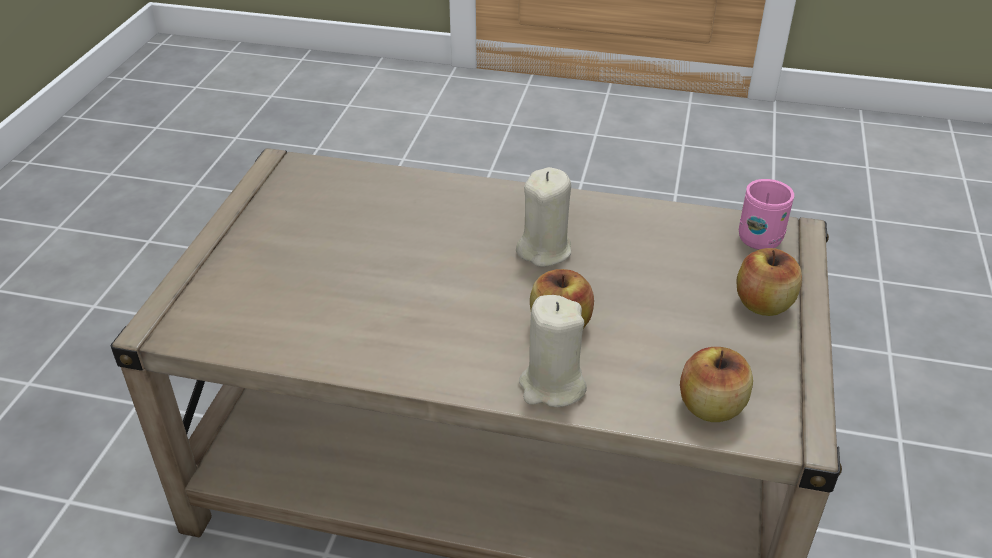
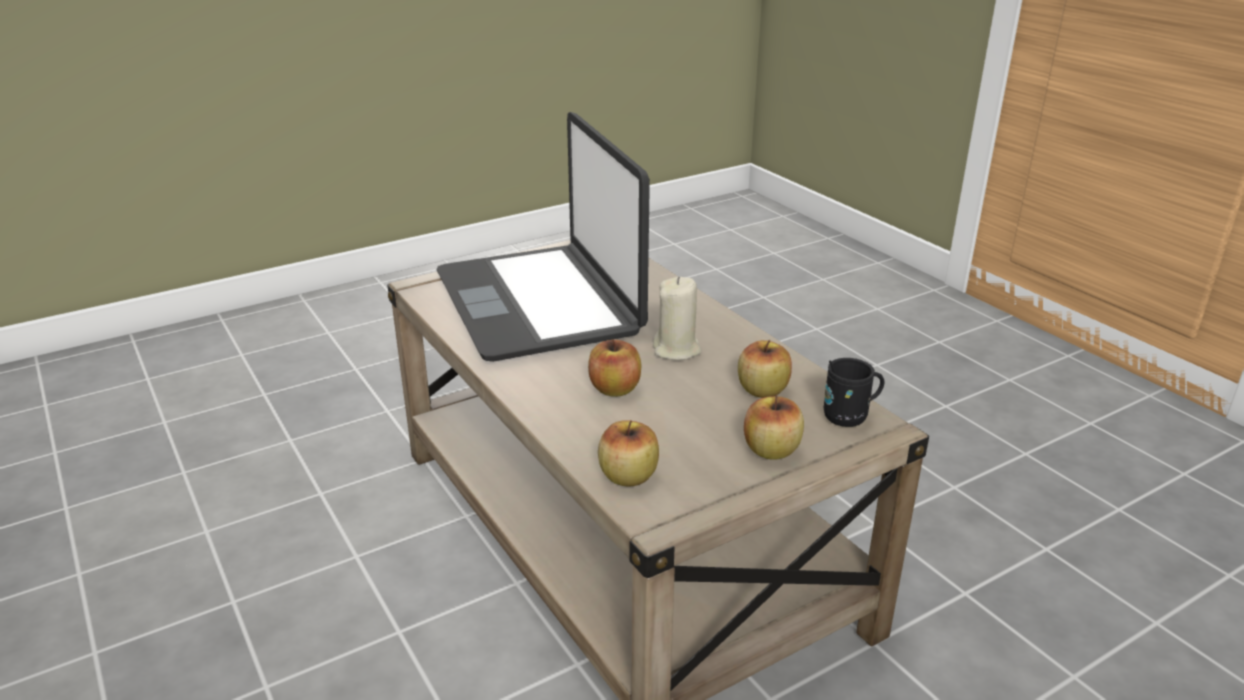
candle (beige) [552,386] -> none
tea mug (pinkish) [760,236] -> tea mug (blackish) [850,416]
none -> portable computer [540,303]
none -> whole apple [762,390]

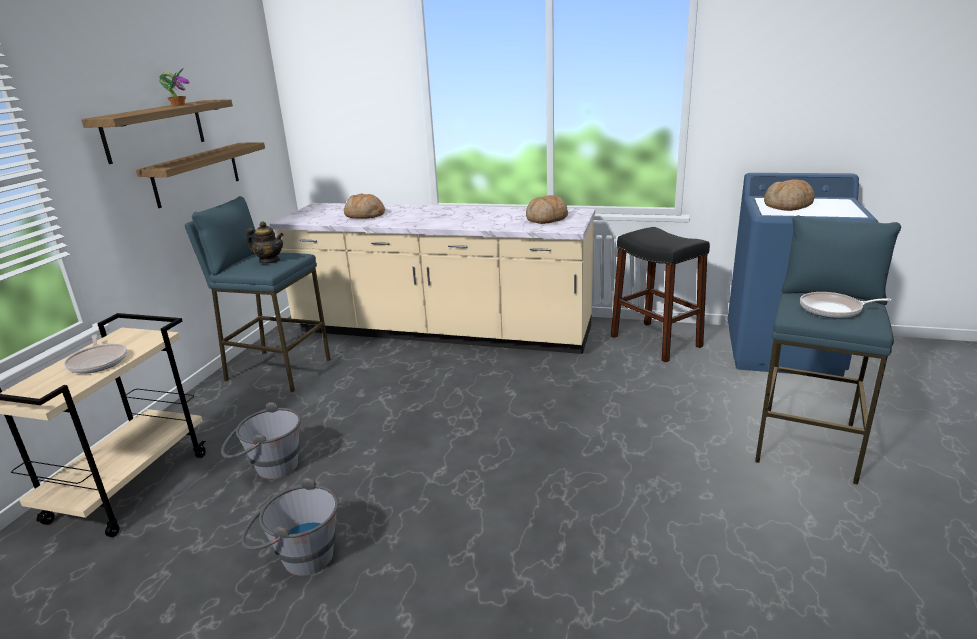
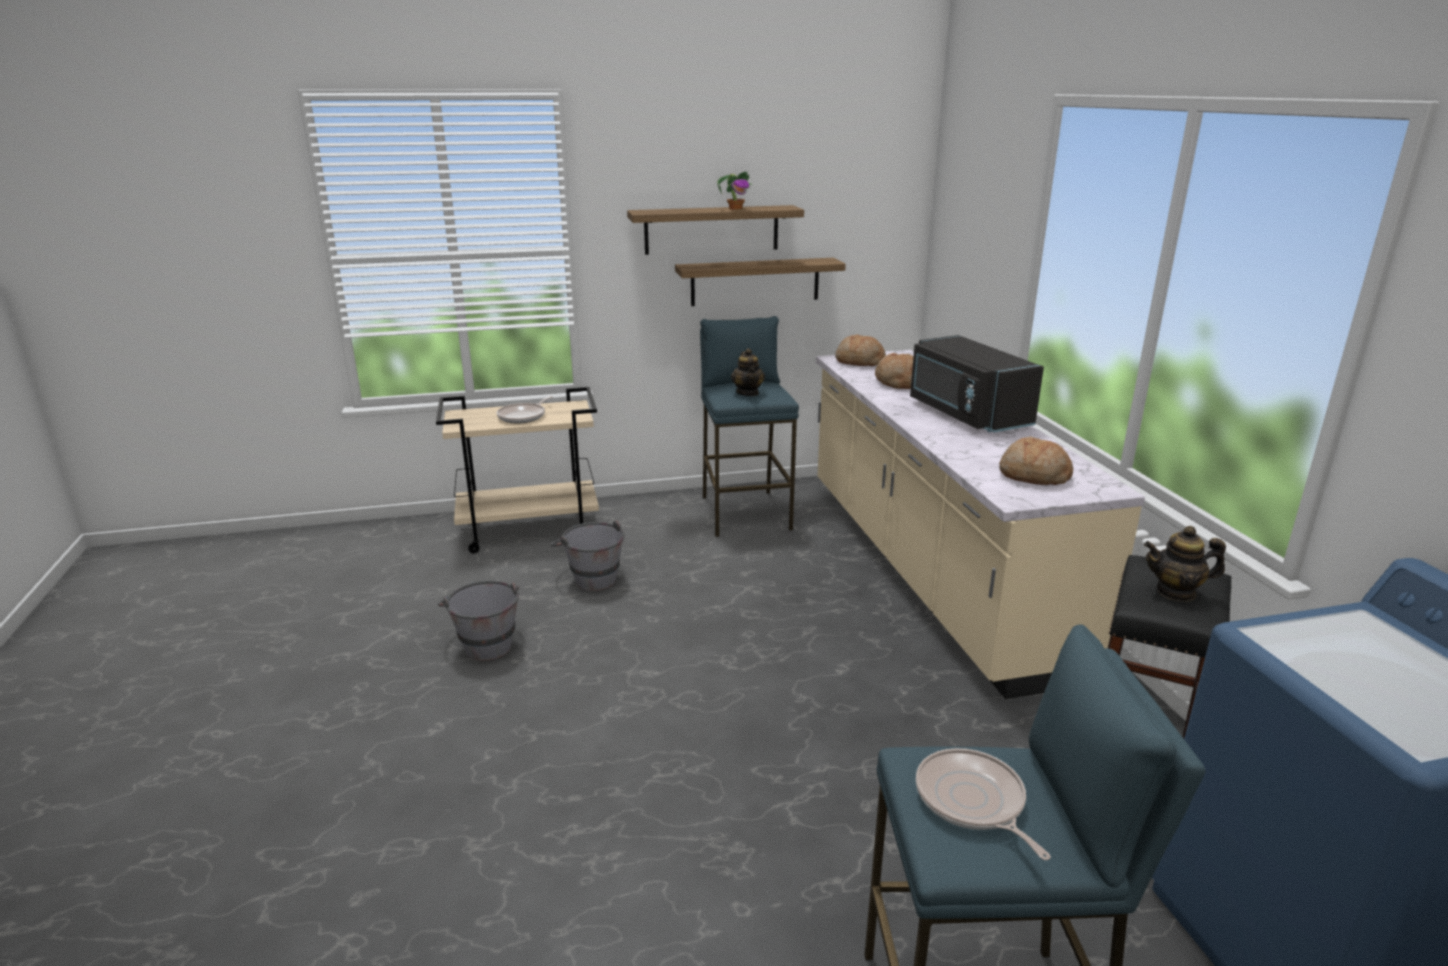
bread [788,206] -> bread [859,362], moved
none -> kitchen microwave (blackish) [965,414]
none -> tea pot [1176,592]

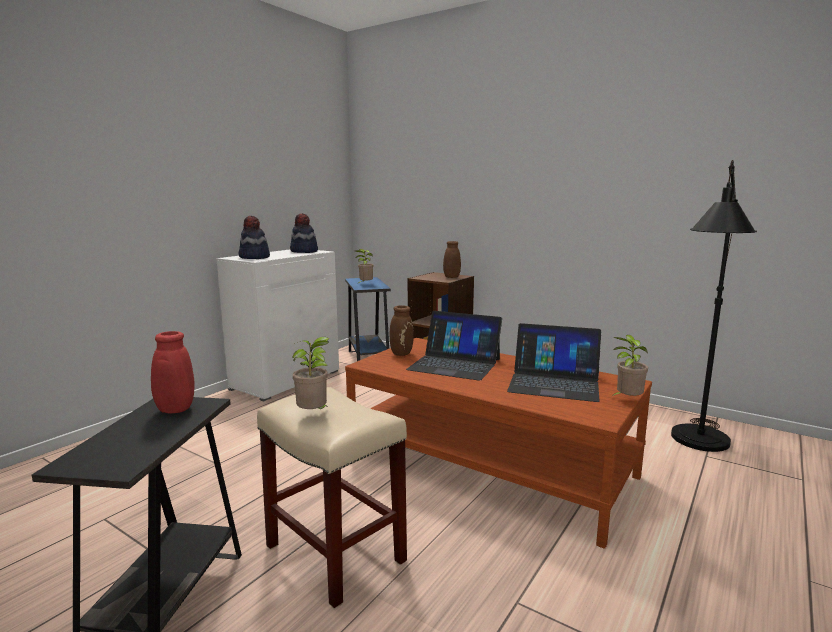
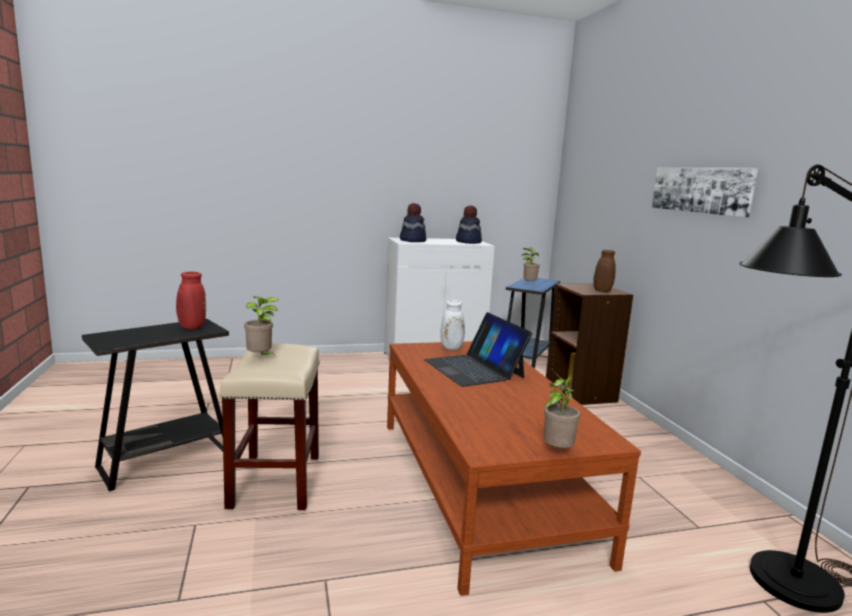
flower vase (brownish) [401,353] -> flower vase (whitish) [452,348]
portable computer [554,383] -> none
none -> wall art [701,190]

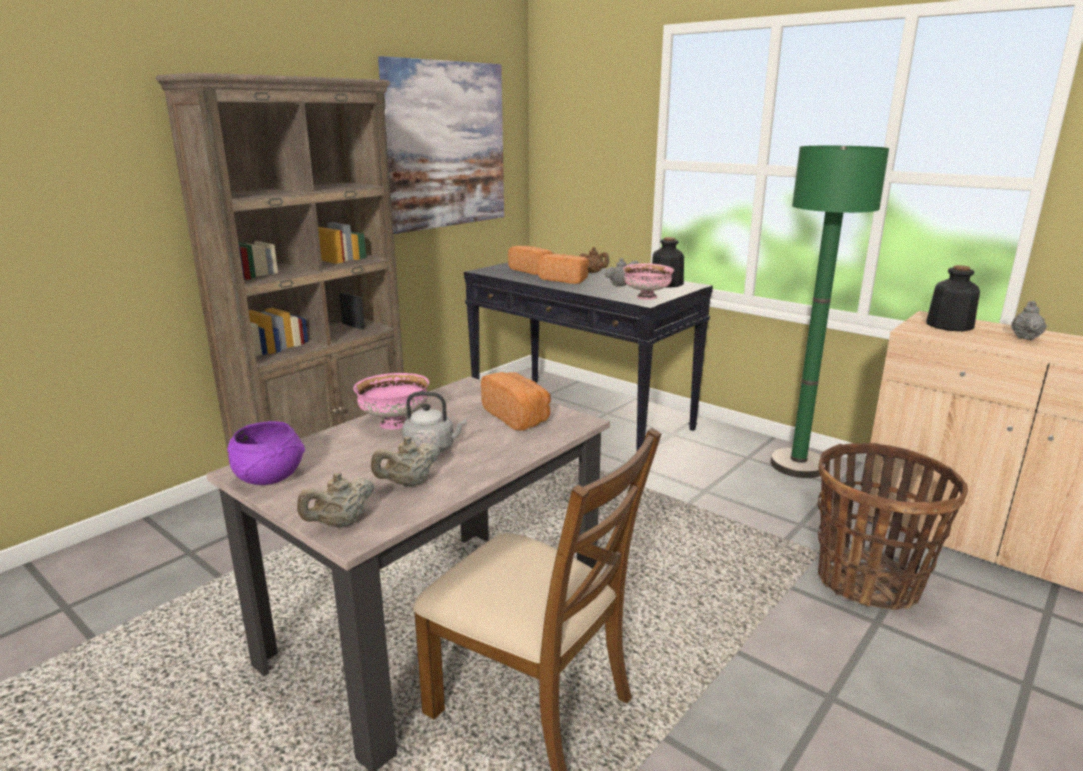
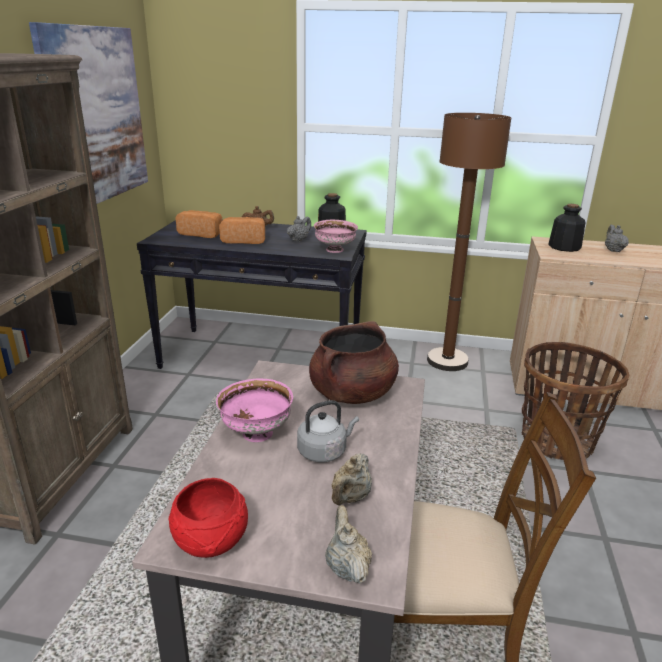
deep dish (purplish) [270,477] -> deep dish (red) [212,539]
tea pot (beige) [340,523] -> tea pot (beige) [347,567], 150 degrees clockwise
bread [517,416] -> saucepot (brownish) [352,394]
standing lamp (greenish) [797,465] -> standing lamp (brownish) [447,361]

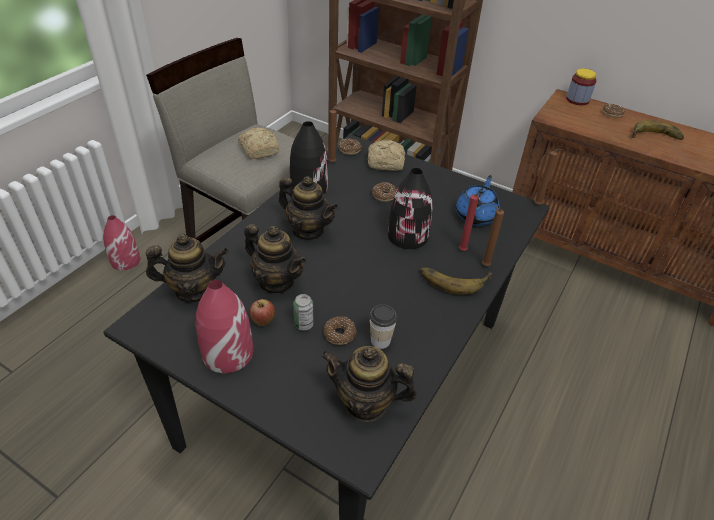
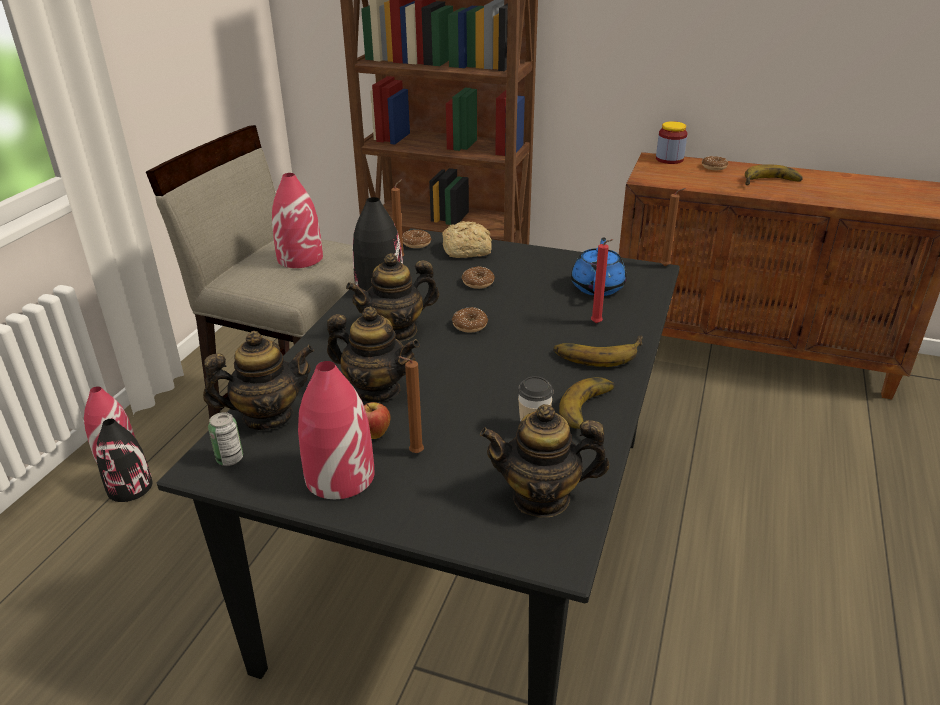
bread [259,149] -> flower vase (red) [300,258]
tea pot [308,230] -> tea pot [396,331], 135 degrees clockwise
metal can [303,324] -> metal can [230,459], moved
doughnut [339,334] -> doughnut [469,325], moved
flower vase (blackish) [408,236] -> flower vase (blackish) [130,487], moved
candle (brownish) [484,266] -> candle (brownish) [414,453], moved
none -> banana [598,414]

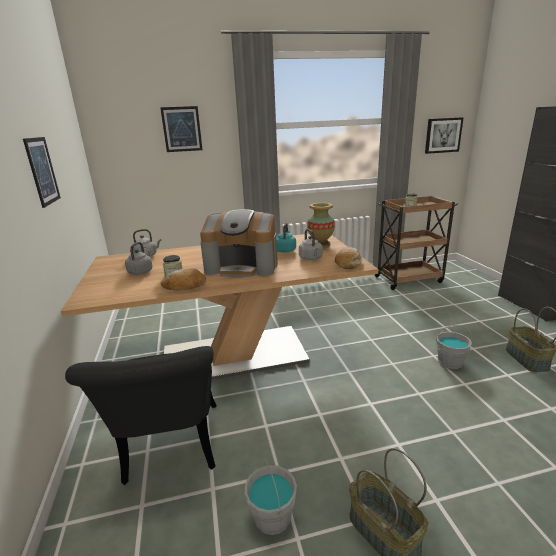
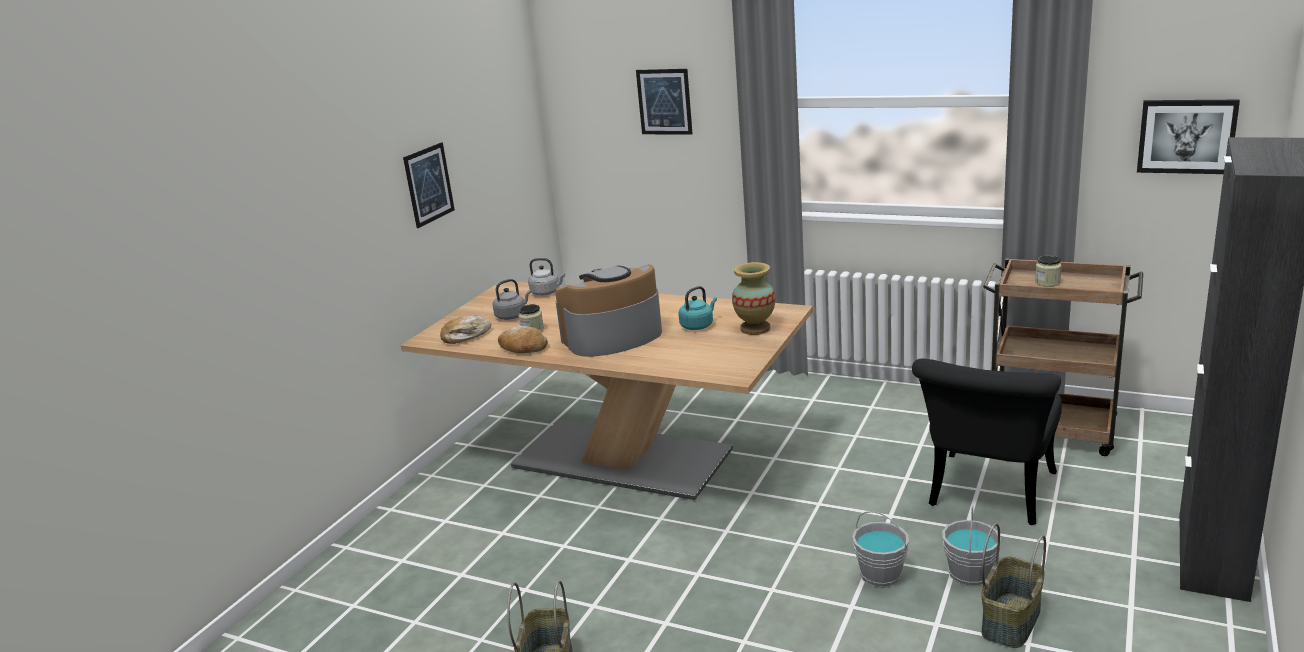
plain chair (blackish) [172,451] -> plain chair (blackish) [988,496], moved
coffee maker [243,266] -> coffee maker [612,337], 105 degrees clockwise
water bucket (grey) [273,516] -> water bucket (grey) [970,574], moved
kettle (grey) [311,258] -> none
bread [348,263] -> bread [465,336], moved

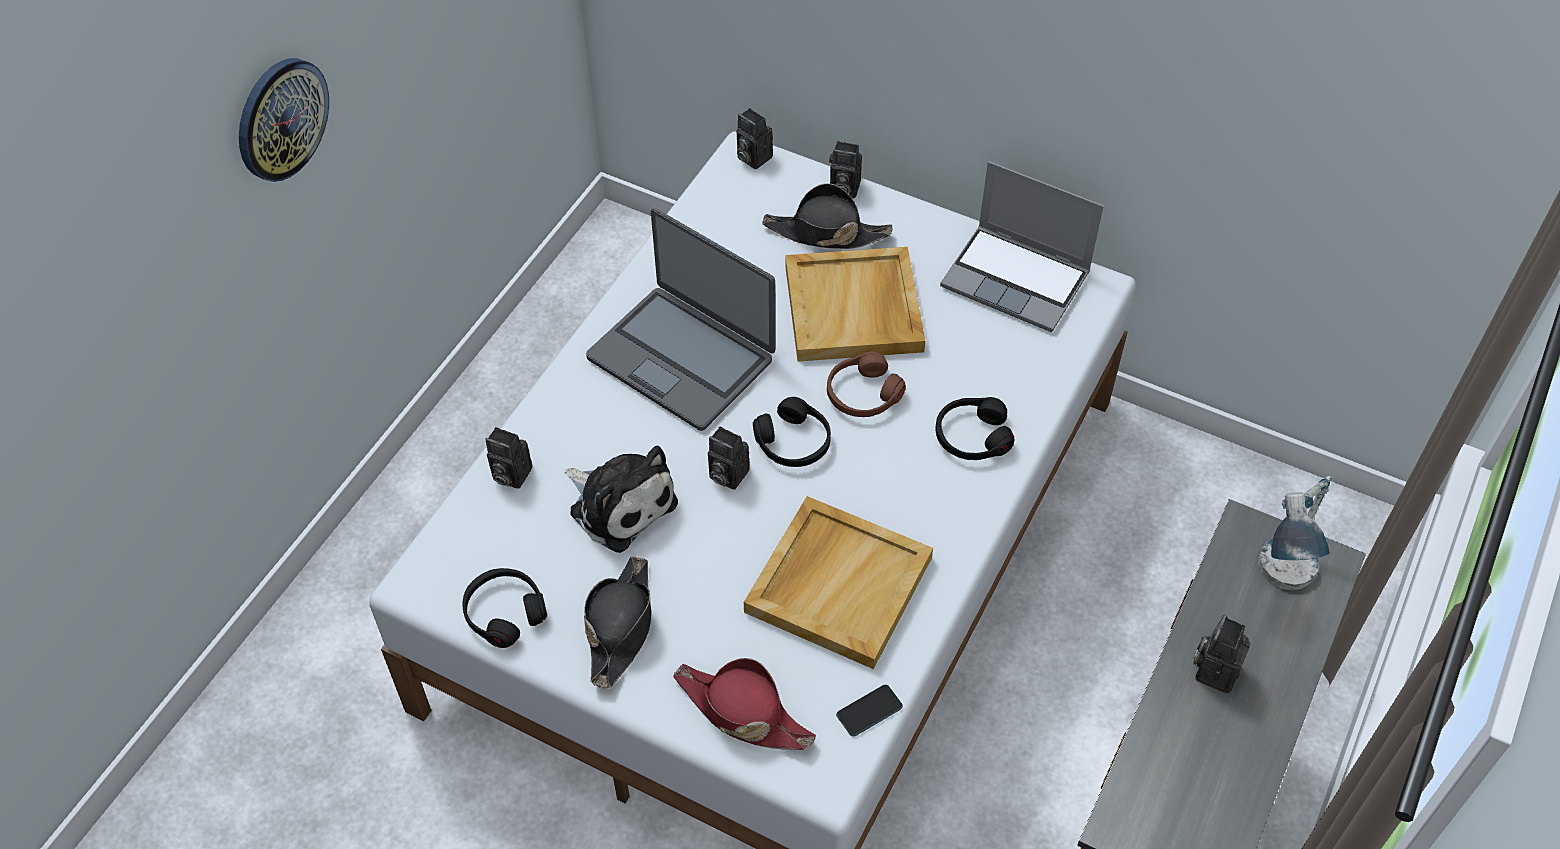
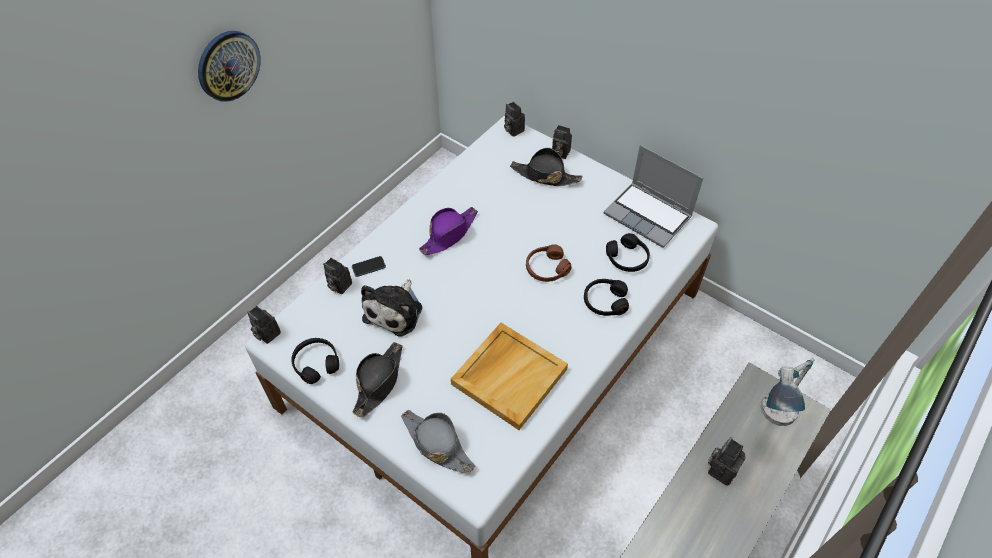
cuddly toy [620,504] -> cuddly toy [395,311], 60 degrees clockwise
portable computer [682,358] -> hat (purplish) [449,234]
hat (red) [742,712] -> hat (grey) [436,444]
still camera [726,474] -> still camera [266,334], moved
headphones (blackish) [793,442] -> headphones (blackish) [627,258], moved
serving tray (beige) [854,309] -> none
phone [869,711] -> phone [368,267], moved

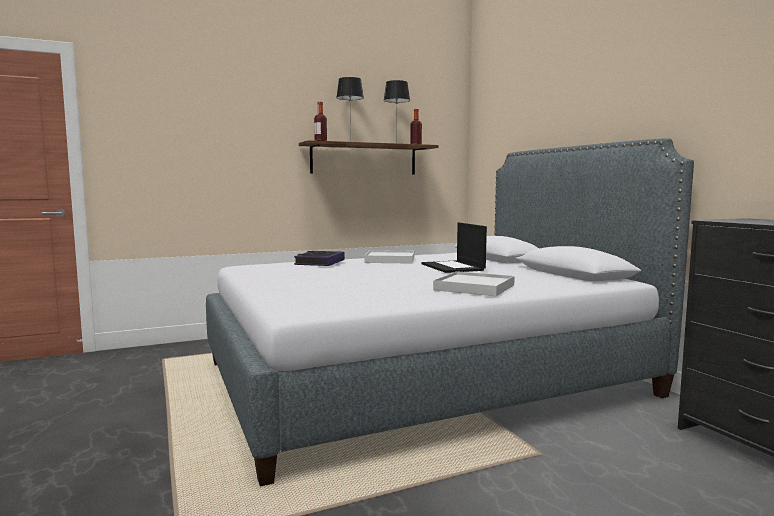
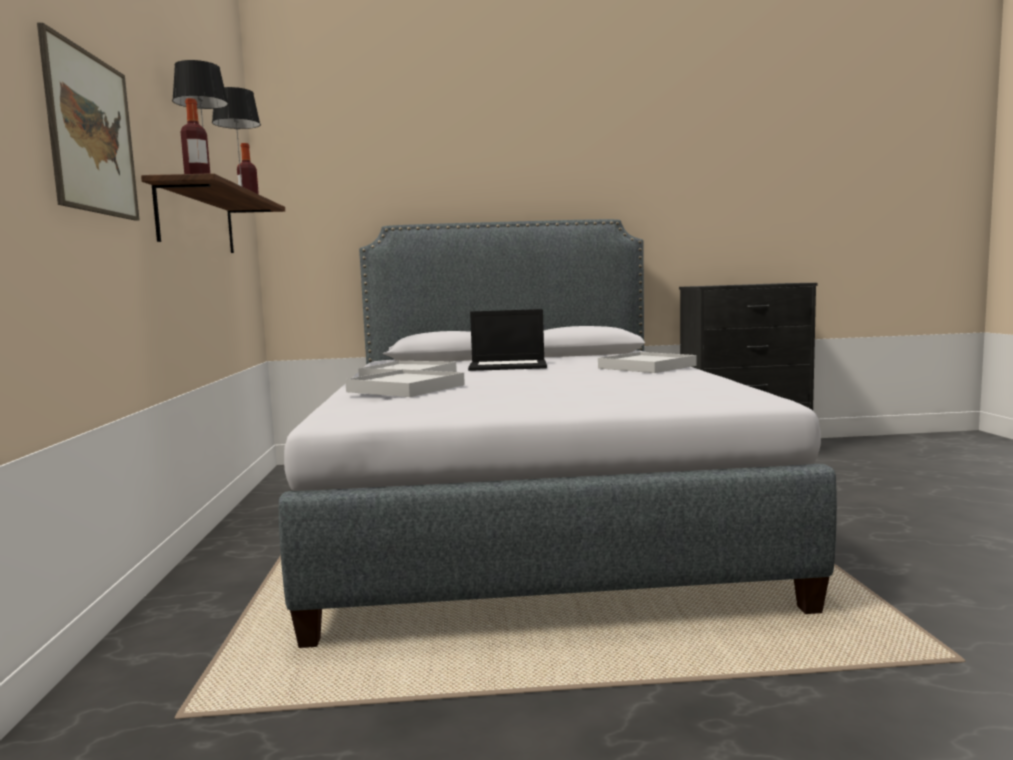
volume [319,262] -> serving tray (whitish) [406,388]
none -> wall art [92,133]

